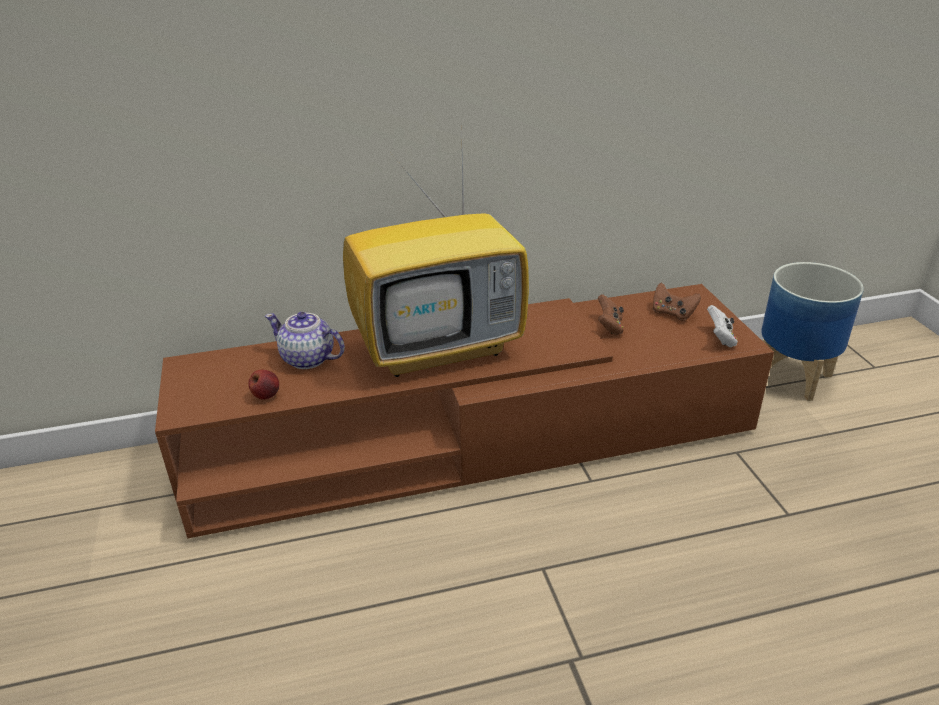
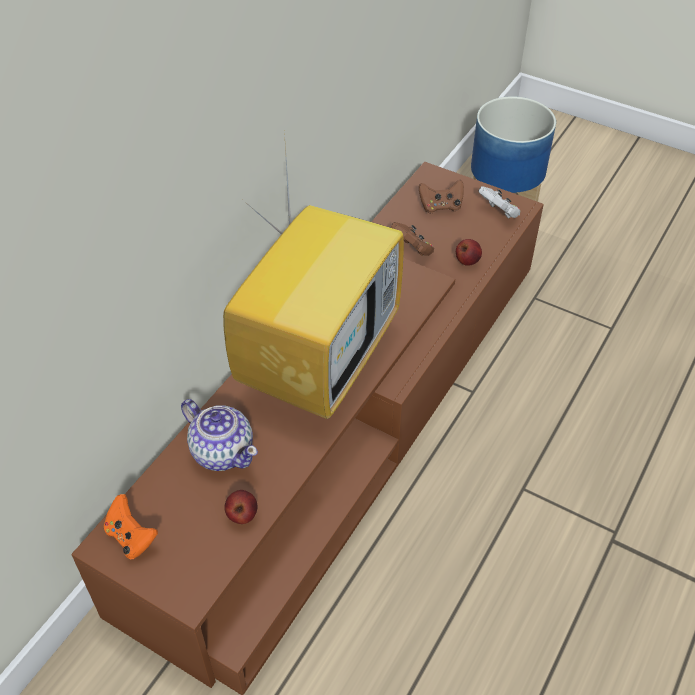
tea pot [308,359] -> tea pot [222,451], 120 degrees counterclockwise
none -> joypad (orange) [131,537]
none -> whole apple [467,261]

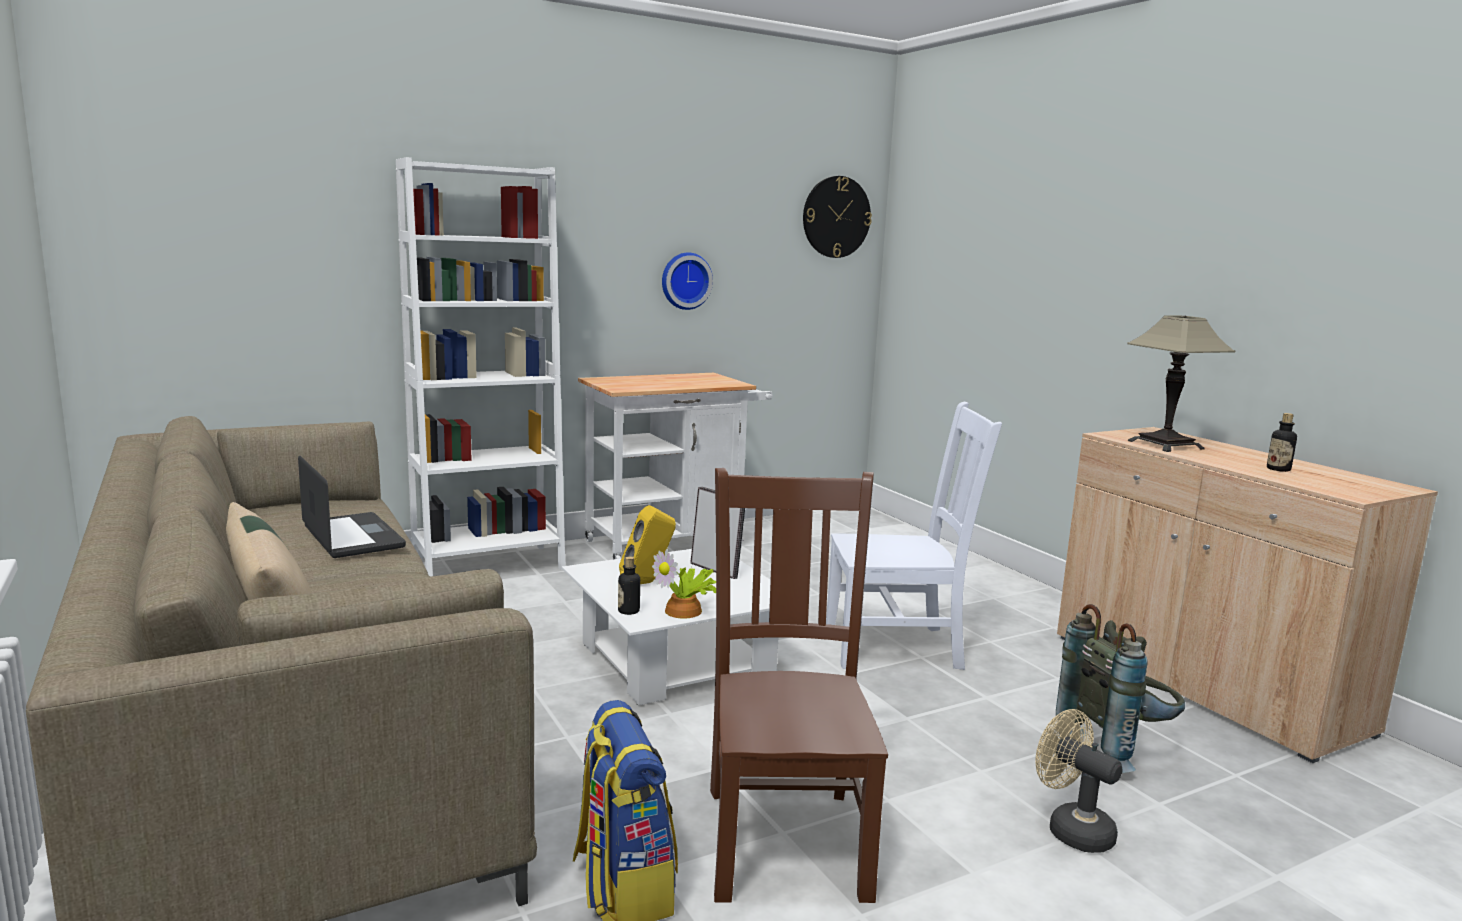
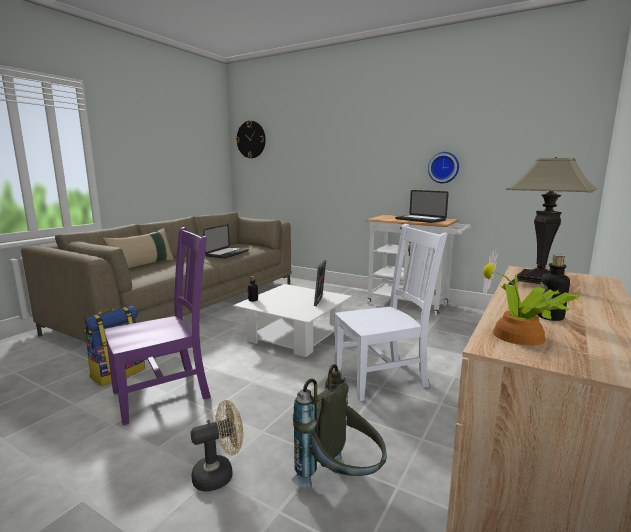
bookcase (whitish) [488,566] -> none
speaker (yellow) [647,583] -> none
houseplant [686,611] -> houseplant [522,336], moved
plain chair (brownish) [785,837] -> plain chair (purplish) [165,393]
clock on the wall [836,217] -> clock on the wall [251,139], moved
plain chair (whitish) [898,647] -> plain chair (whitish) [383,377], 75 degrees counterclockwise
electric fan (beige) [1071,829] -> electric fan (beige) [219,474], 45 degrees clockwise
none -> portable computer [420,220]

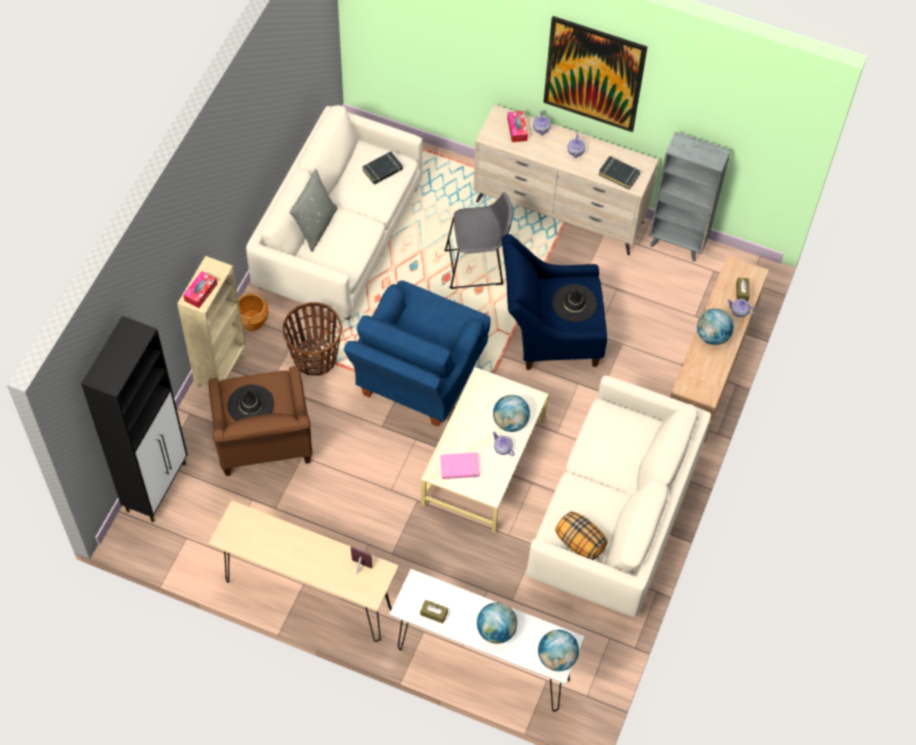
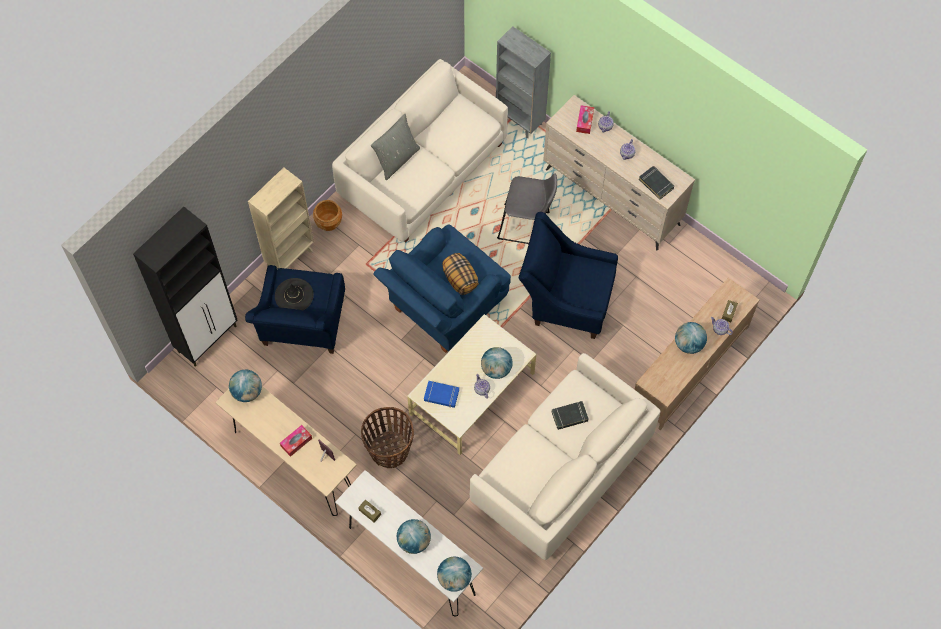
tissue box [201,292] -> tissue box [296,442], moved
easy chair (brownish) [264,445] -> easy chair (blue) [302,328]
basket [314,357] -> basket [389,449], moved
volume (blackish) [382,170] -> volume (blackish) [569,416], moved
volume (pinkish) [459,467] -> volume (blue) [441,395]
wall art [594,74] -> none
hat (blackish) [574,303] -> none
throw pillow [579,543] -> throw pillow [460,279], moved
bookcase (grey) [678,243] -> bookcase (grey) [520,121], moved
none -> desk globe [247,392]

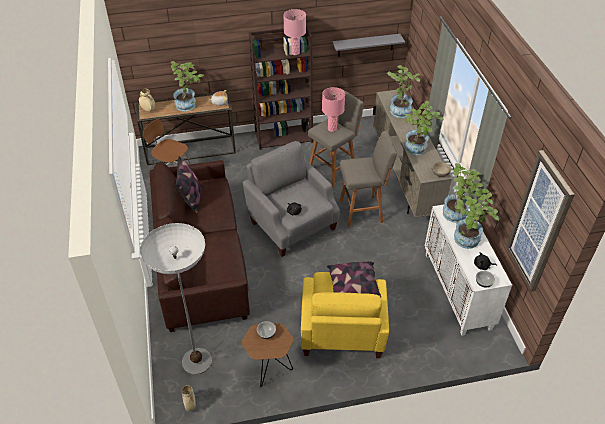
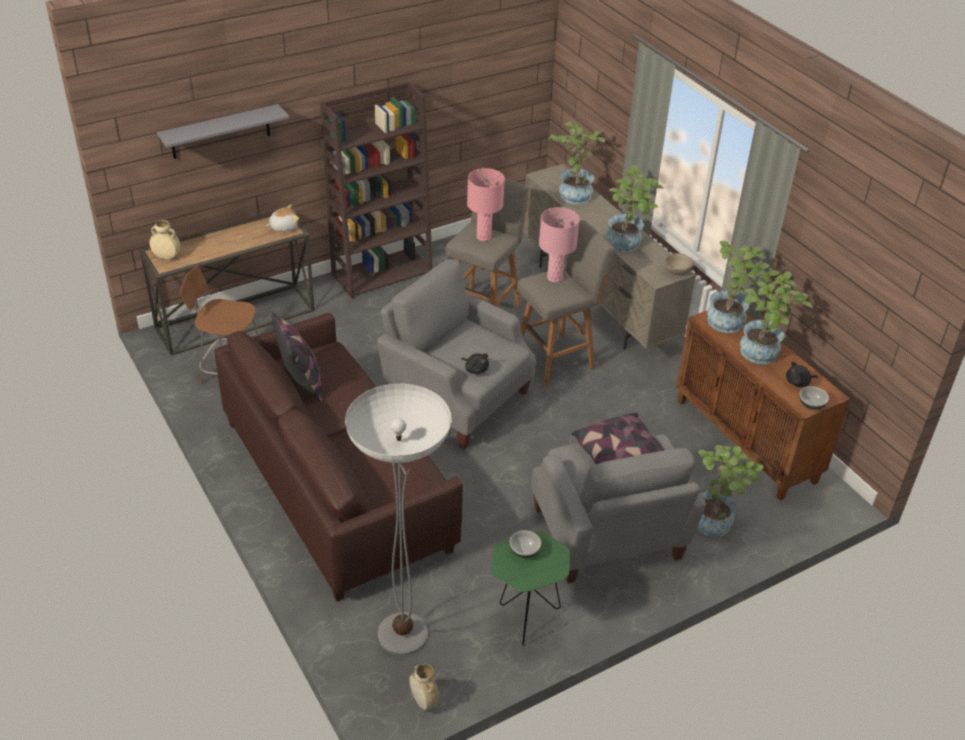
houseplant [189,105] -> houseplant [717,520], moved
end table (brownish) [269,371] -> end table (greenish) [525,619]
table lamp (pinkish) [295,52] -> table lamp (pinkish) [555,278], moved
easy chair (yellow) [341,332] -> easy chair (grey) [608,537]
wall shelf (grey) [365,45] -> wall shelf (grey) [220,132], moved
storage cabinet (whitish) [458,291] -> storage cabinet (brownish) [746,441]
wall art [539,223] -> none

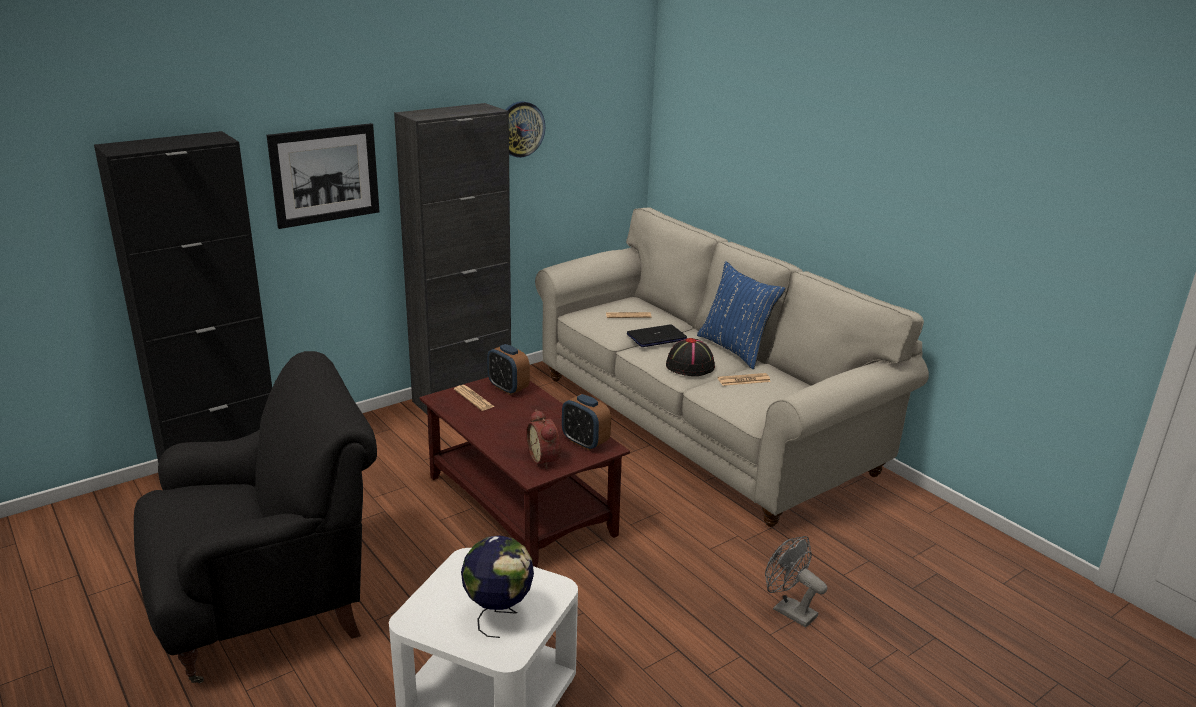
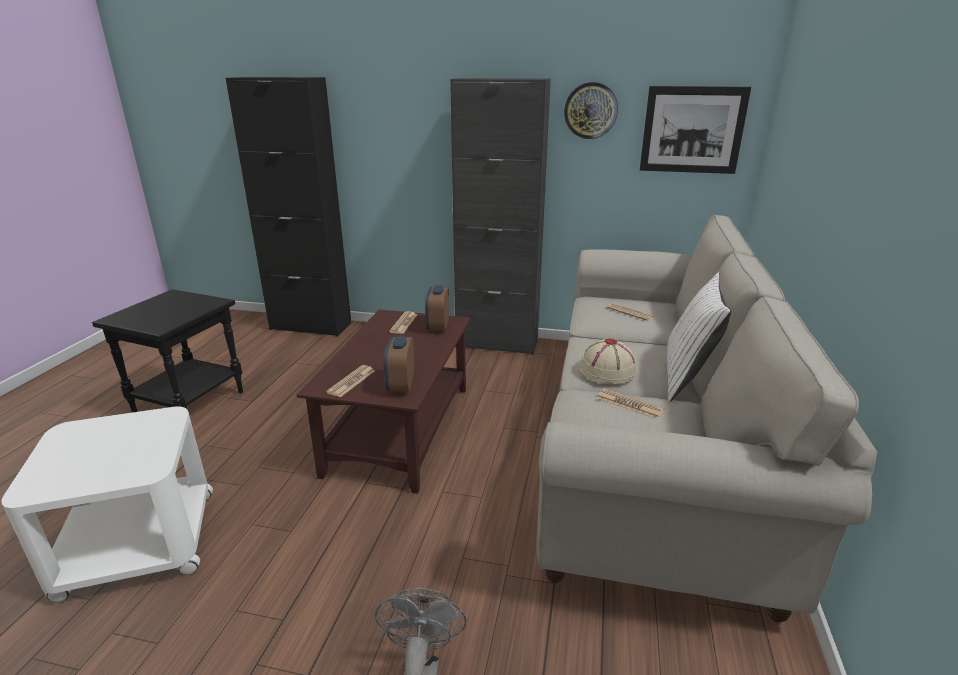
easy chair (blackish) [268,607] -> end table (blackish) [190,404]
wall art [325,175] -> wall art [692,130], moved
desk globe [498,616] -> none
alarm clock [545,459] -> printed paper [351,381]
portable computer [656,337] -> none
hat (blackish) [690,366] -> hat (beige) [607,371]
throw pillow (blue) [735,349] -> throw pillow (whitish) [687,377]

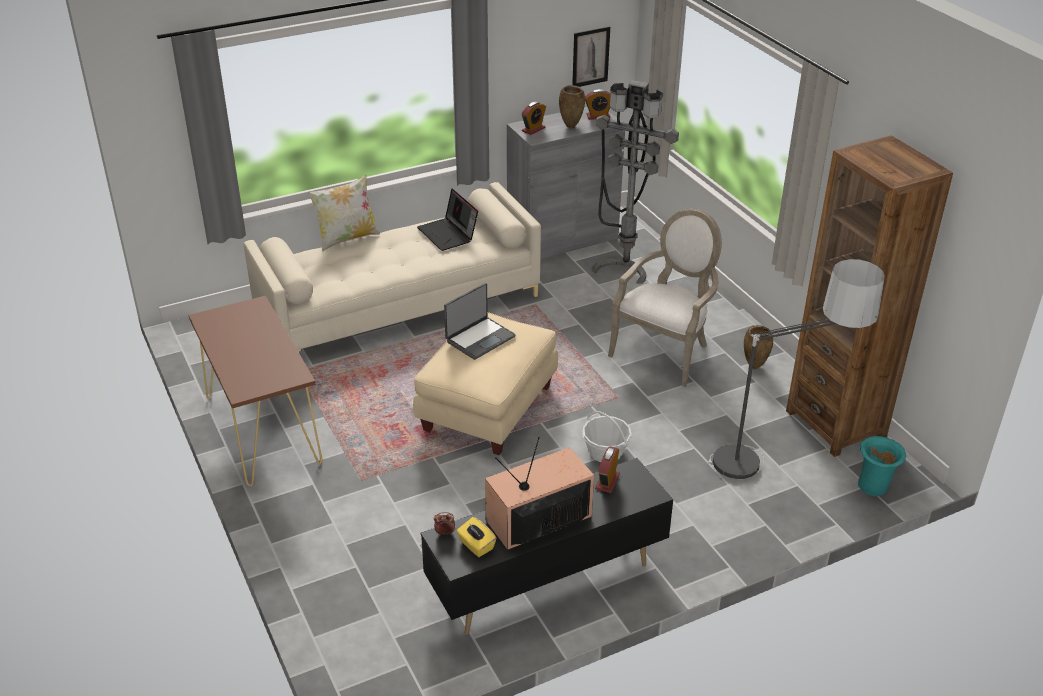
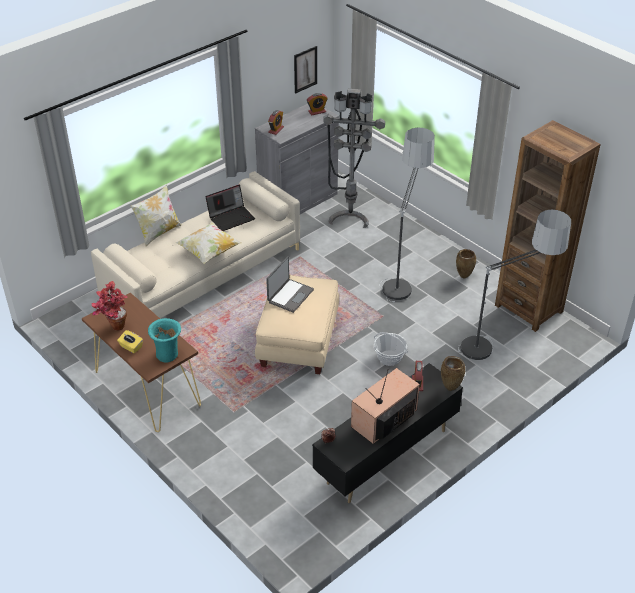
portable computer [448,234] -> portable computer [231,217], 75 degrees counterclockwise
tissue box (yellow) [476,545] -> tissue box (yellow) [131,347], moved
flower vase (brownish) [571,127] -> flower vase (brownish) [451,388], moved
easy chair [665,351] -> standing lamp [402,276]
flower vase (turquoise-coloured) [874,486] -> flower vase (turquoise-coloured) [168,355], moved
none -> houseplant [113,328]
none -> throw pillow [209,252]

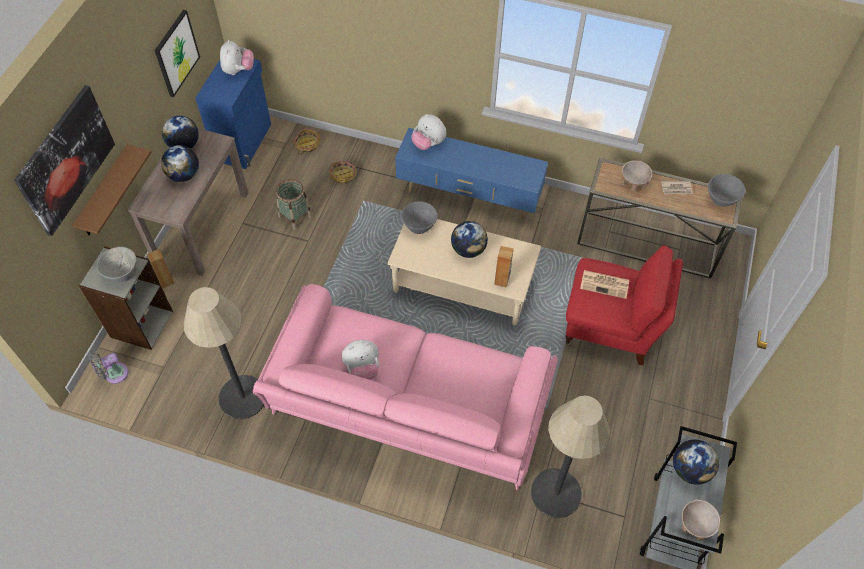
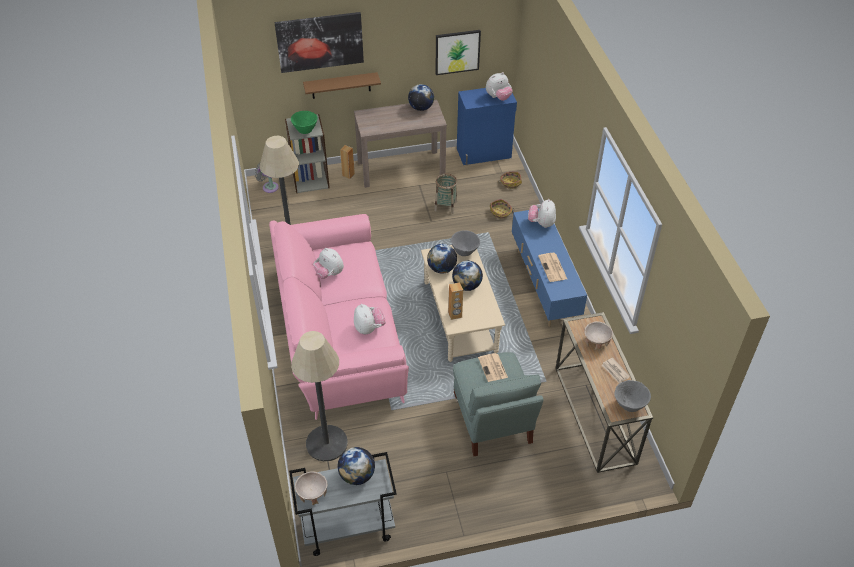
deep dish (grey) [122,274] -> deep dish (greenish) [305,130]
desk globe [184,175] -> desk globe [442,268], moved
easy chair (red) [610,328] -> easy chair (grey) [492,421]
none -> cuddly toy [369,328]
none -> printed paper [553,268]

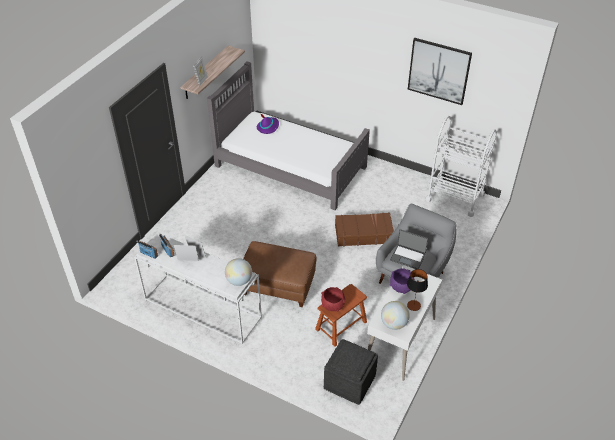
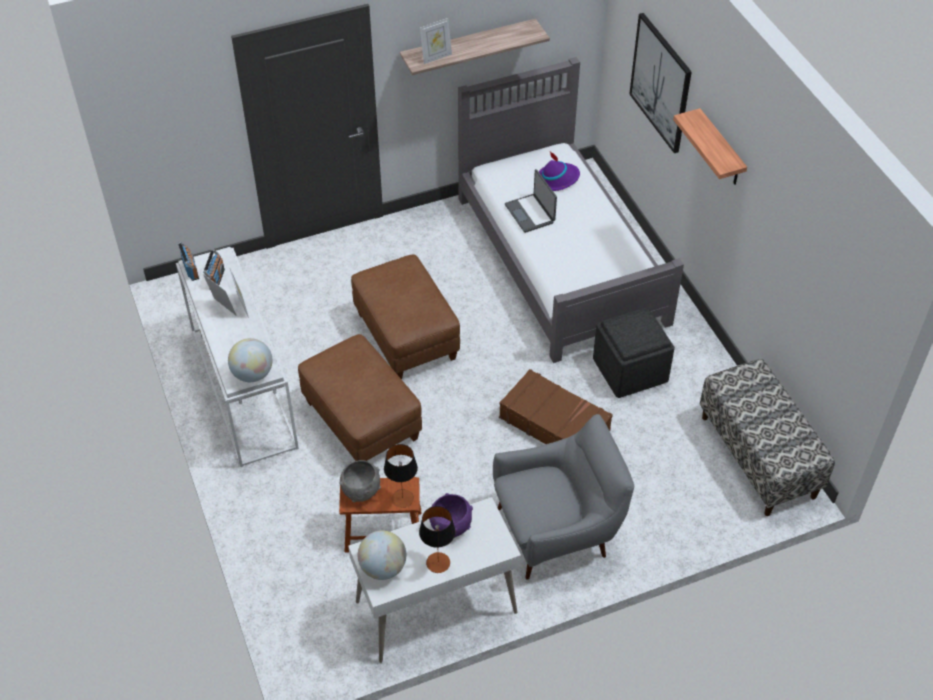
deep dish (red) [332,306] -> deep dish (grey) [361,490]
footrest (grey) [349,381] -> footrest (grey) [630,369], moved
portable computer [408,257] -> portable computer [530,213], moved
wall art [439,71] -> wall art [661,82], moved
cart (whitish) [454,197] -> indoor bench [758,456]
none -> footrest (brownish) [407,337]
none -> table lamp [402,498]
none -> wall shelf [720,149]

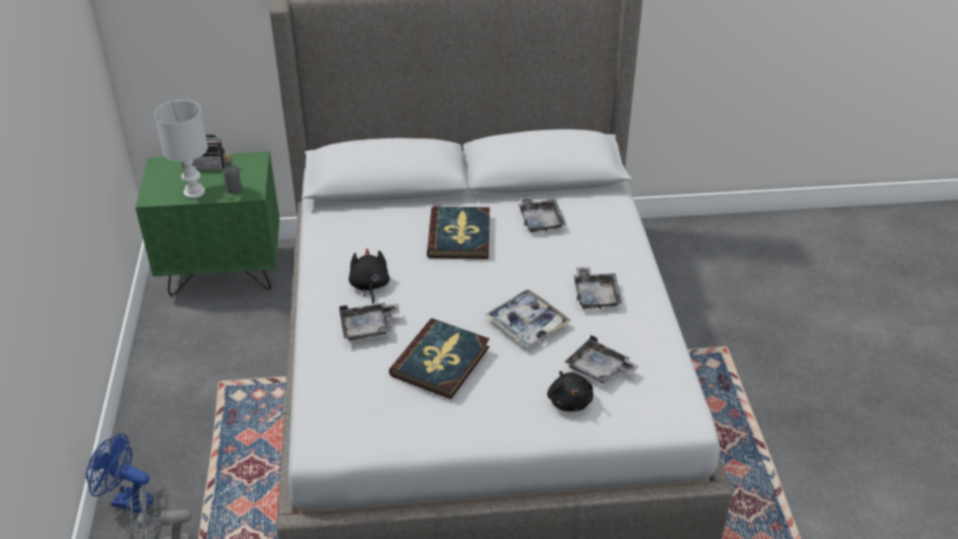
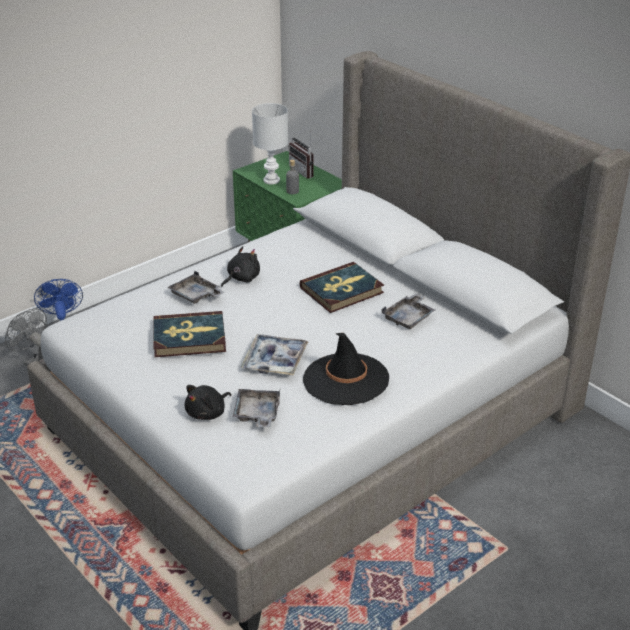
serving tray (grey) [595,295] -> hat (blackish) [345,379]

